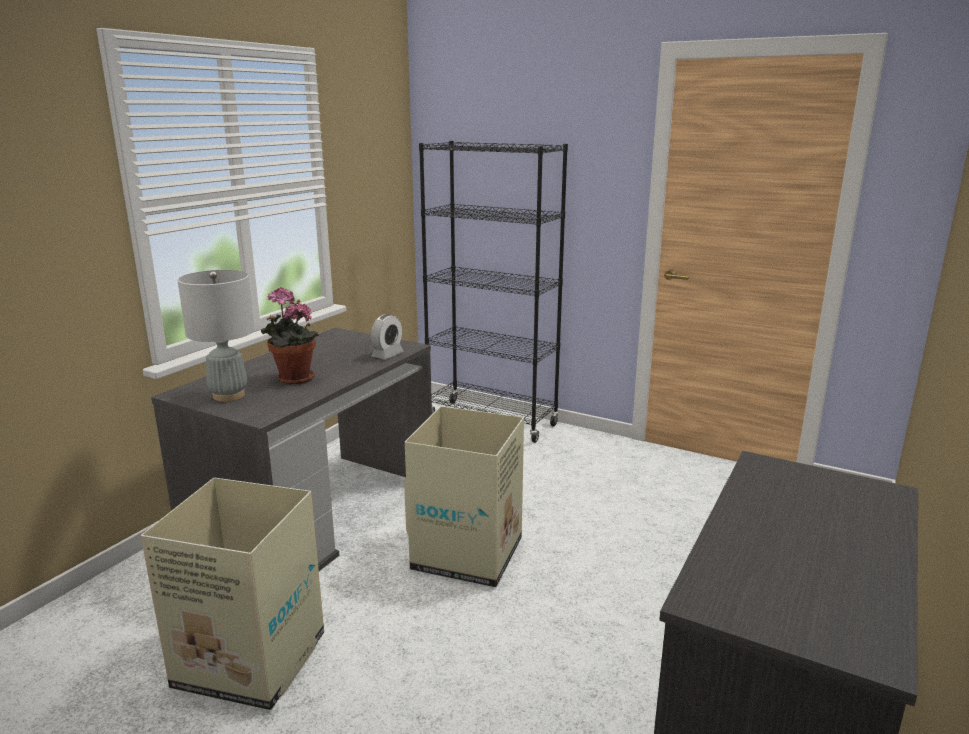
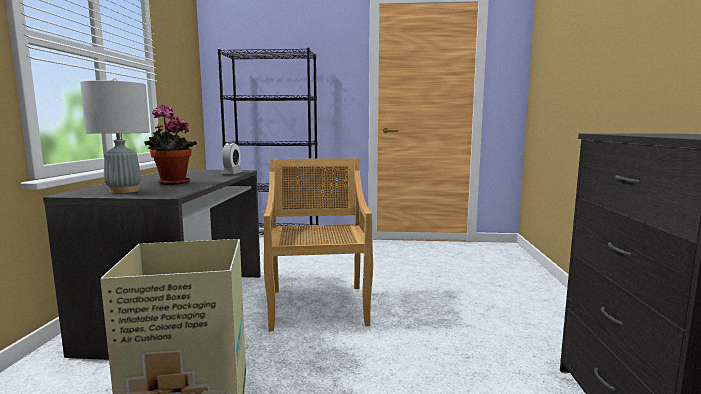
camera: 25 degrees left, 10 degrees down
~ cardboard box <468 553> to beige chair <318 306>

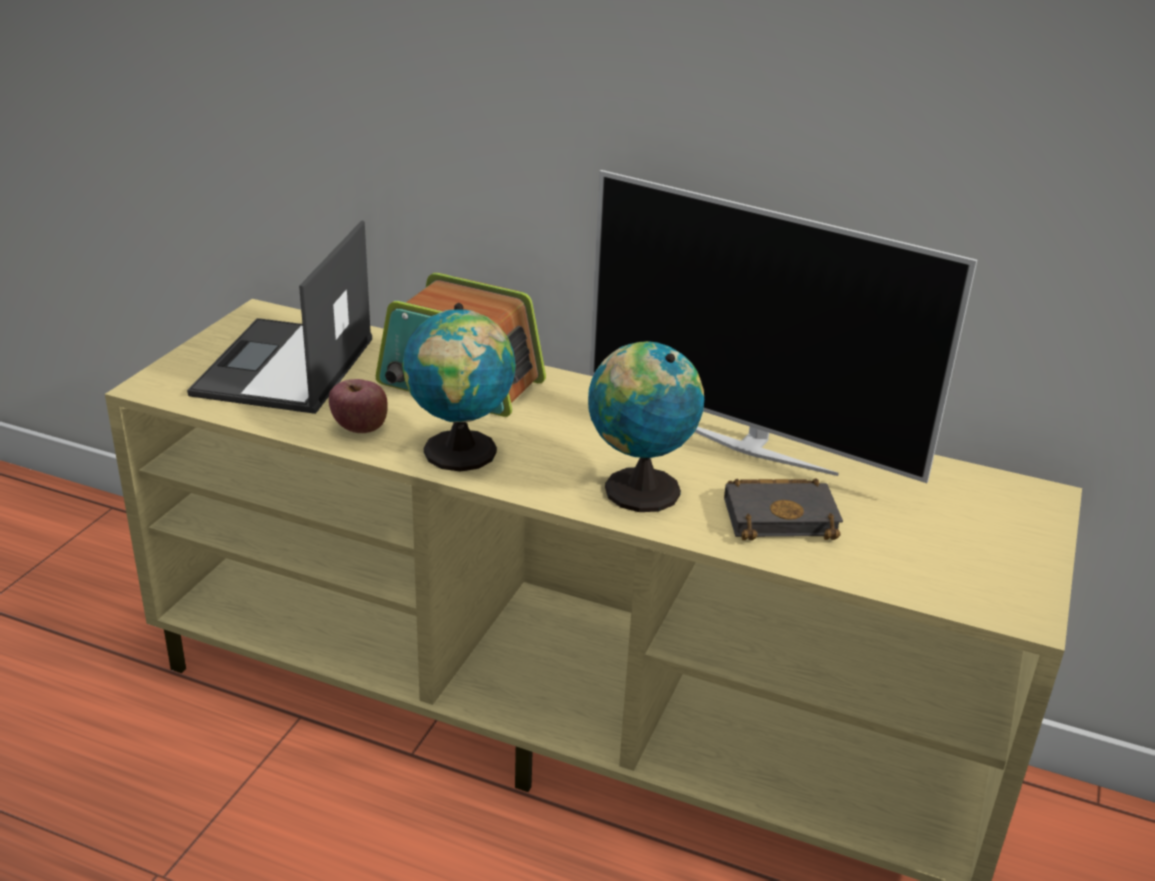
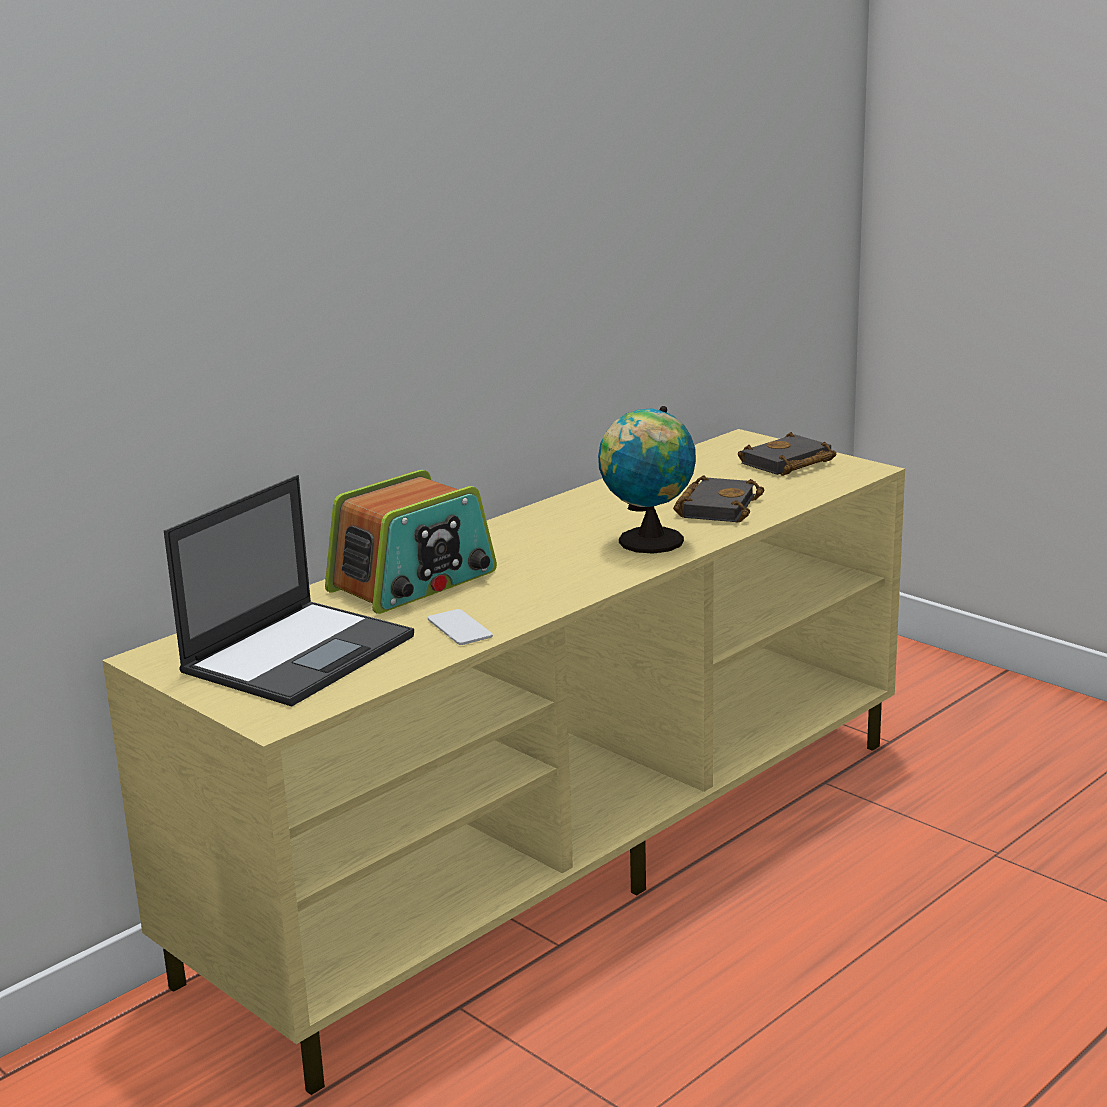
camera: 65 degrees left, 10 degrees down
- television <751 445>
~ laptop <284 368> = <300 653> 90 degrees counterclockwise
- globe <461 454>
~ apple <360 428> to phone <459 628>
+ black book <787 463>

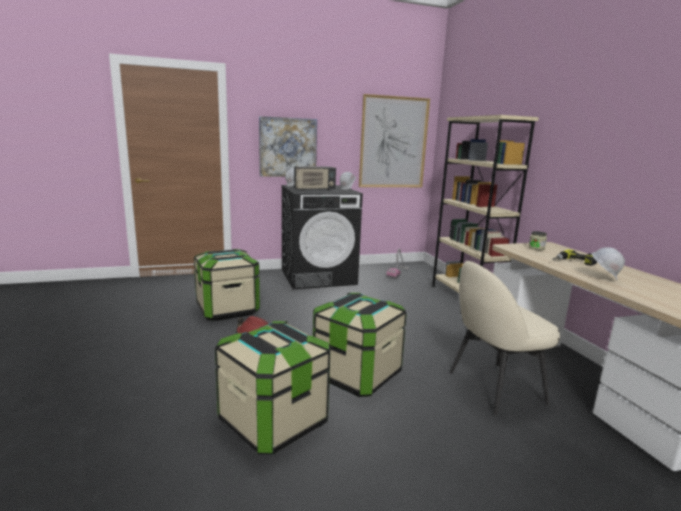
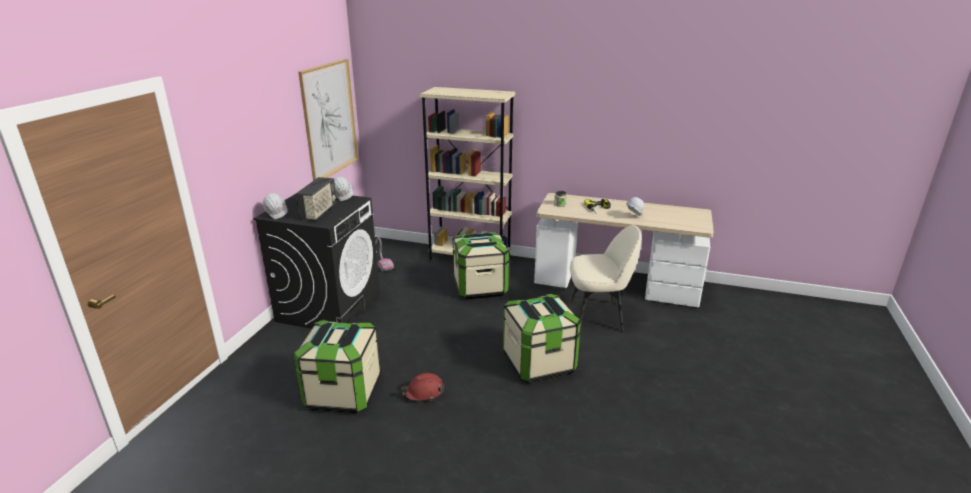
camera: 55 degrees left, 10 degrees up
- picture <288 147>
~ beige chair <494 387> = <598 316> 105 degrees counterclockwise
~ storage box <274 421> to <480 287>

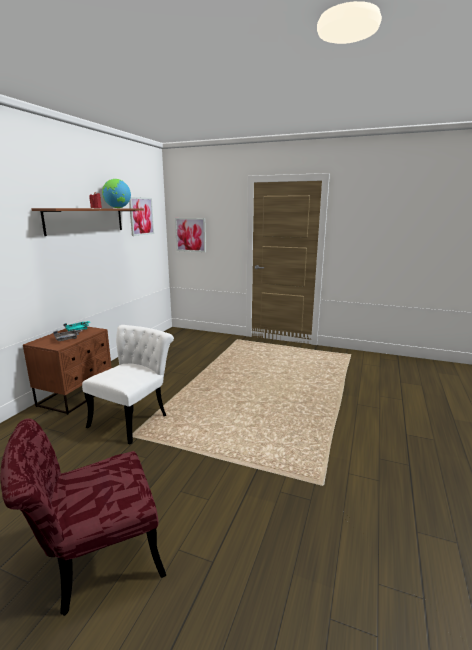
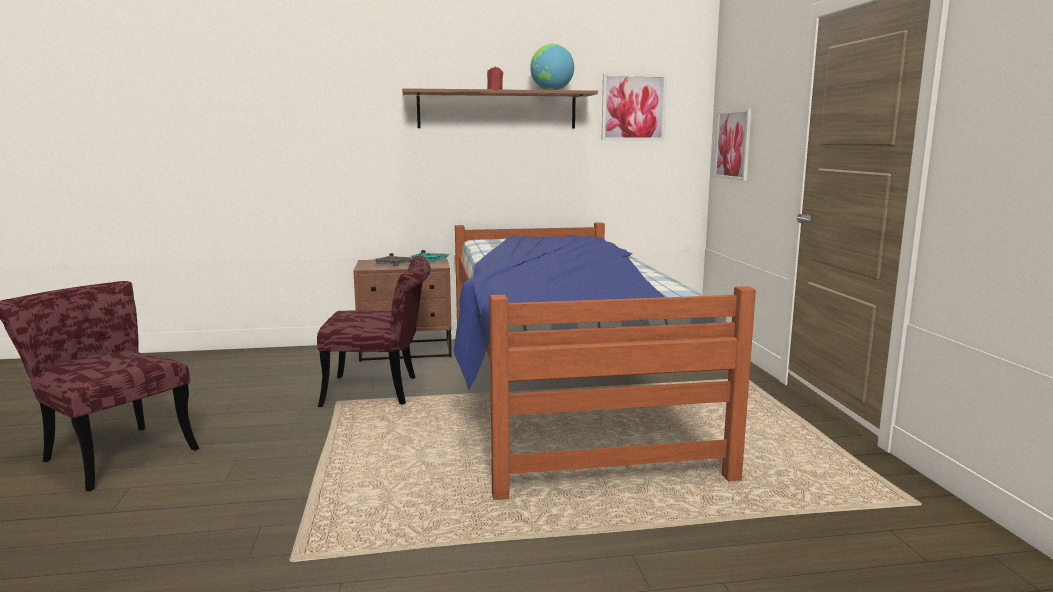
camera: 60 degrees right, 5 degrees down
~ white chair <134 417> to red chair <382 391>
+ bed <560 393>

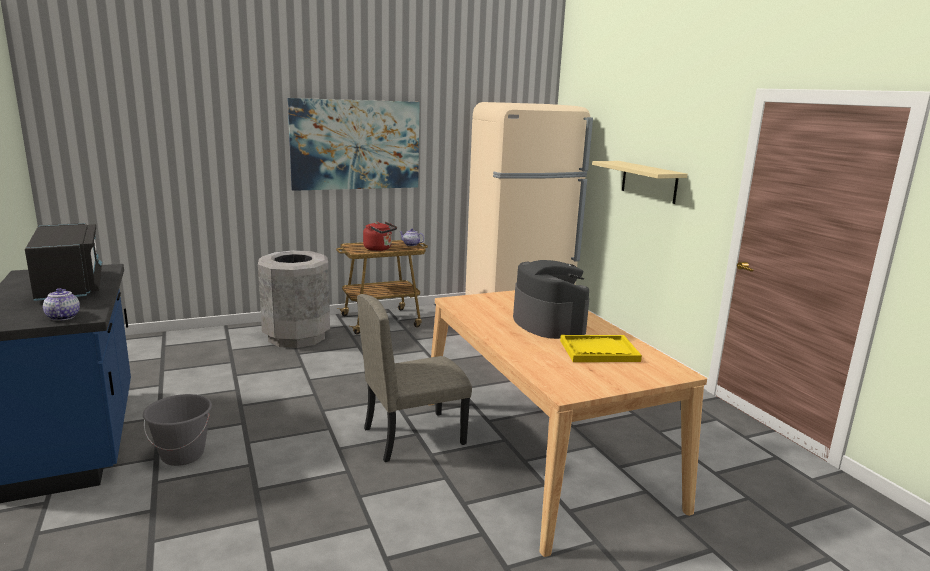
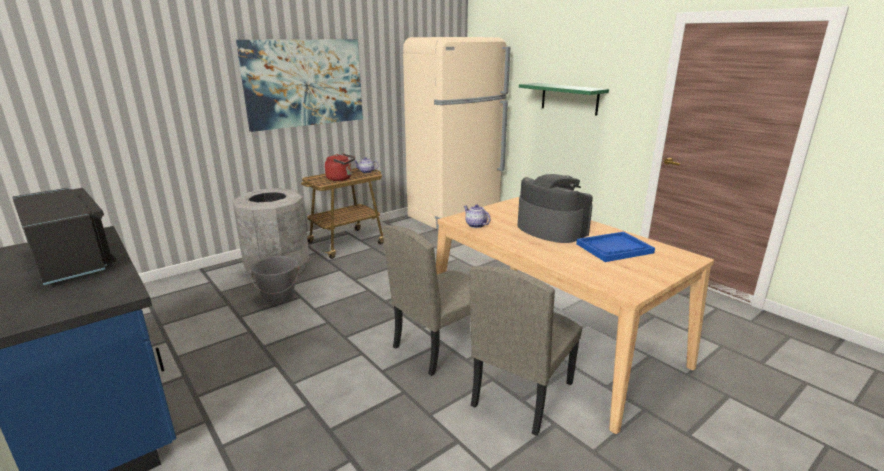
camera: 15 degrees left, 5 degrees up
~ beige shelf <649 181> to green shelf <569 98>
~ teapot <63 317> to <475 225>
~ yellow tray <599 351> to blue tray <614 248>
~ grey bucket <183 455> to <279 298>
+ beige chair <522 393>

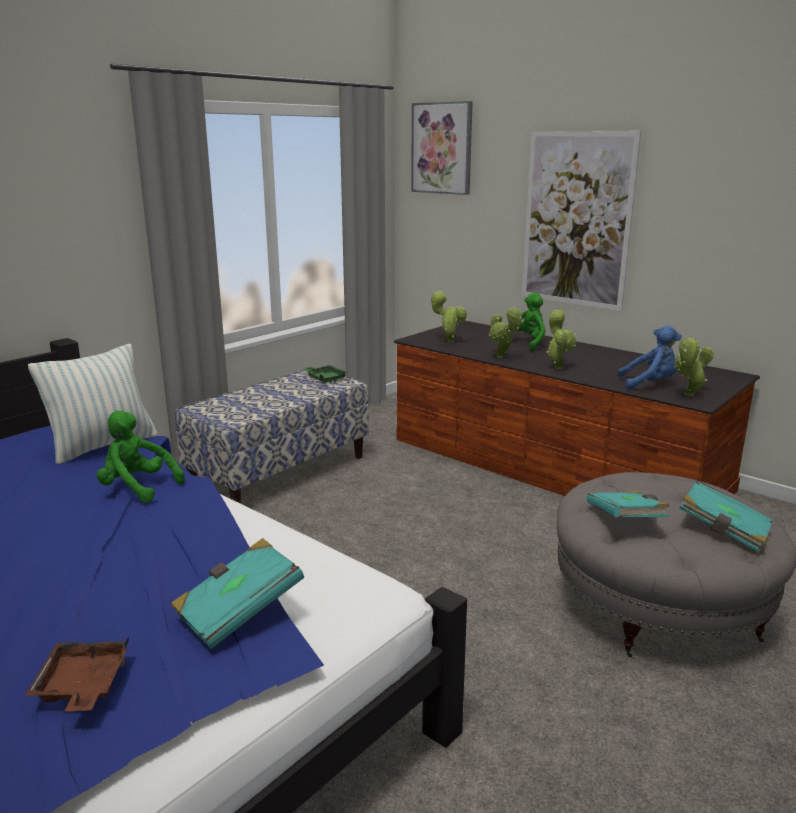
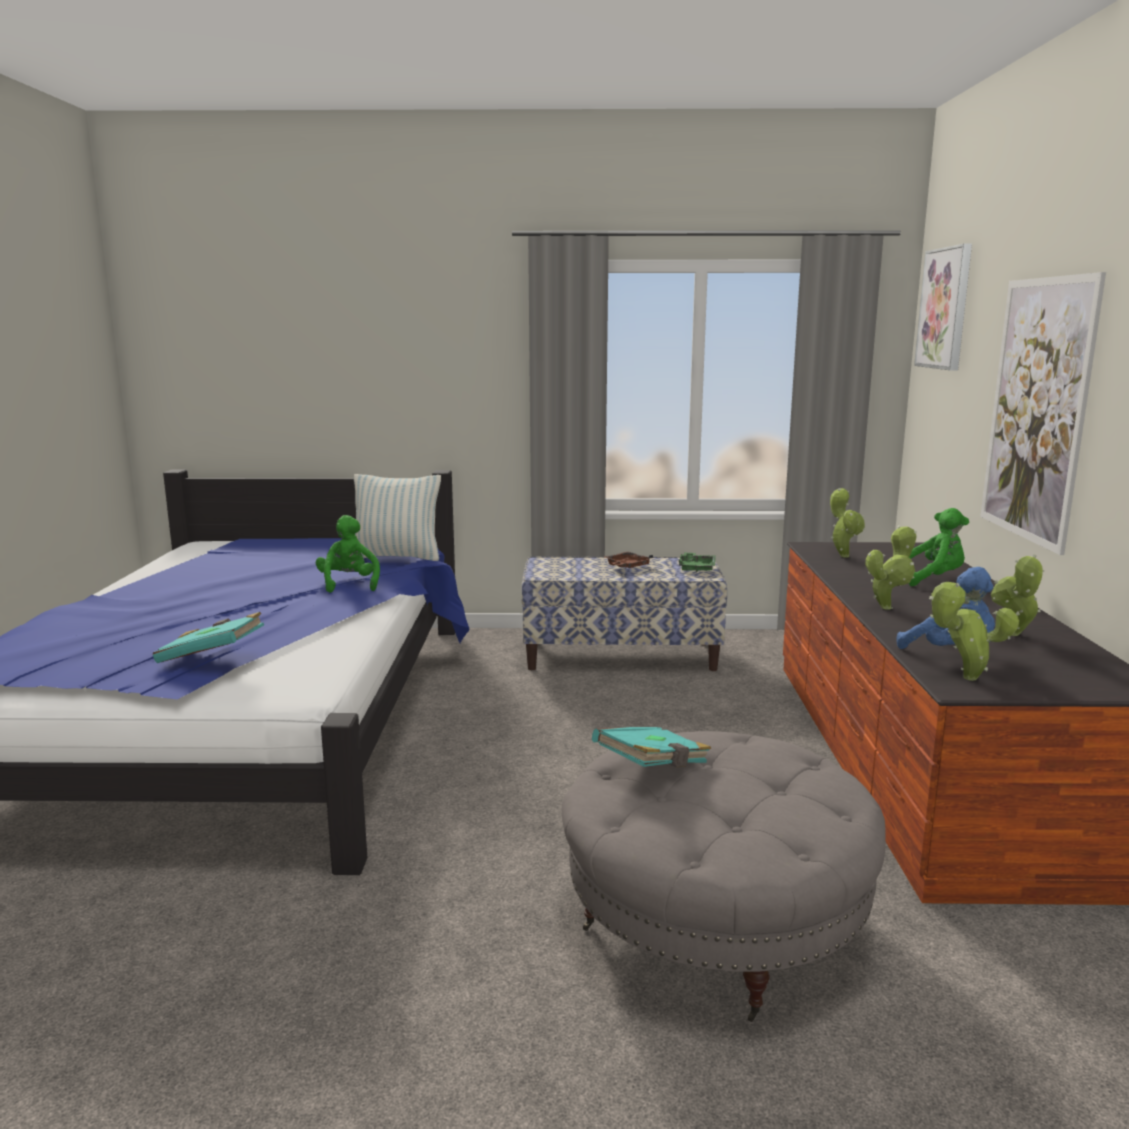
camera: 50 degrees right, 5 degrees down
~ potted plant <502 357> to <1014 635>
- turquoise book <723 531>
~ brown tray <82 686> to <626 566>

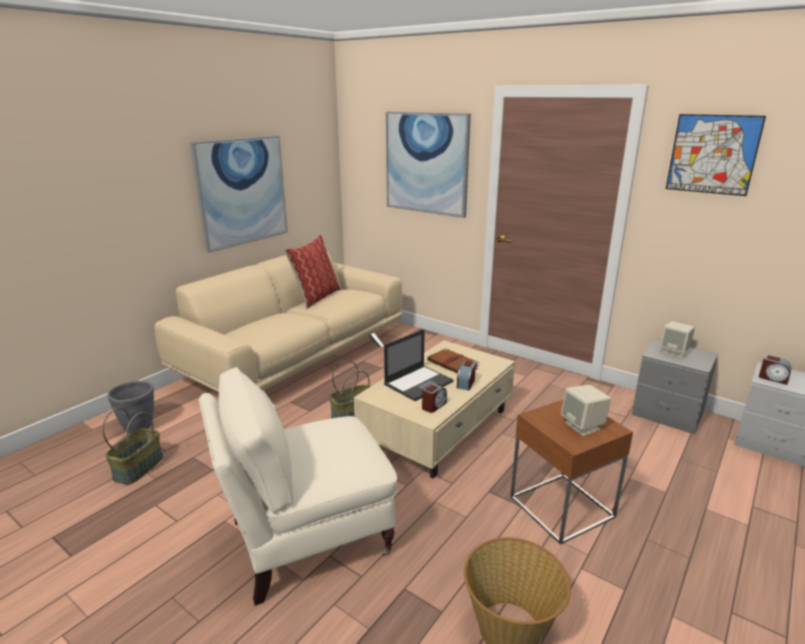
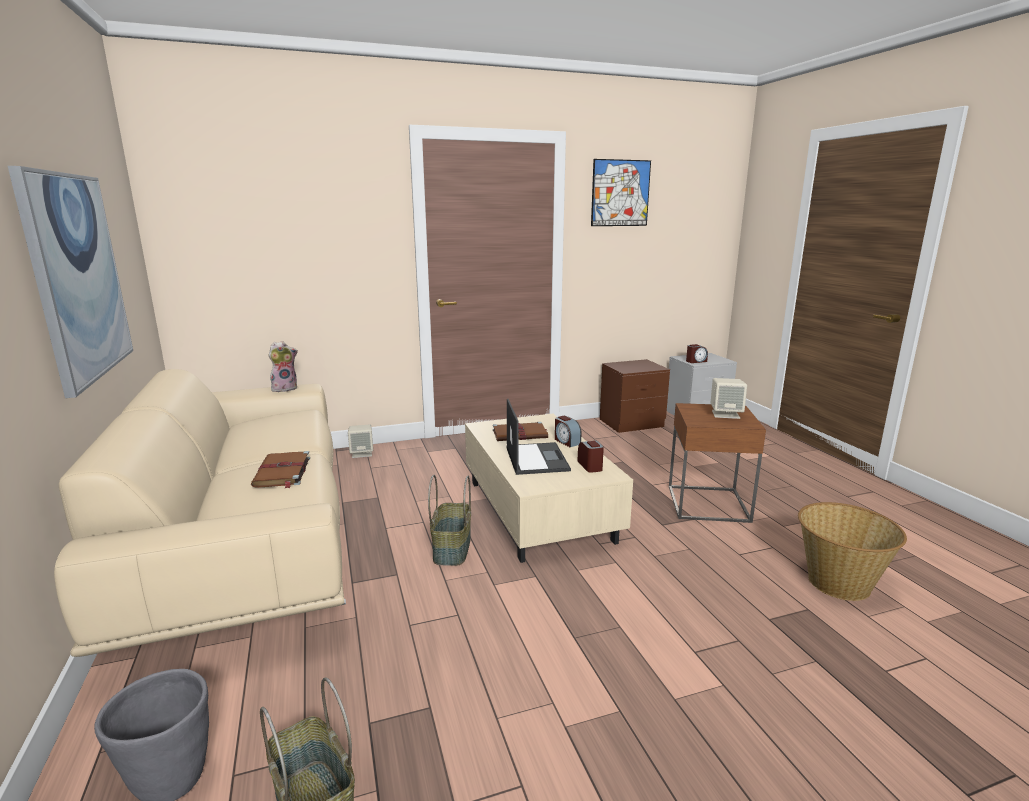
camera: 55 degrees left, 5 degrees down
- picture <426 163>
- pillow <316 297>
~ beige speaker <674 352> to <362 453>
~ grey nightstand <667 414> to brown nightstand <631 423>
- beige armchair <305 538>
+ plush toy <285 388>
+ brown book <282 472>

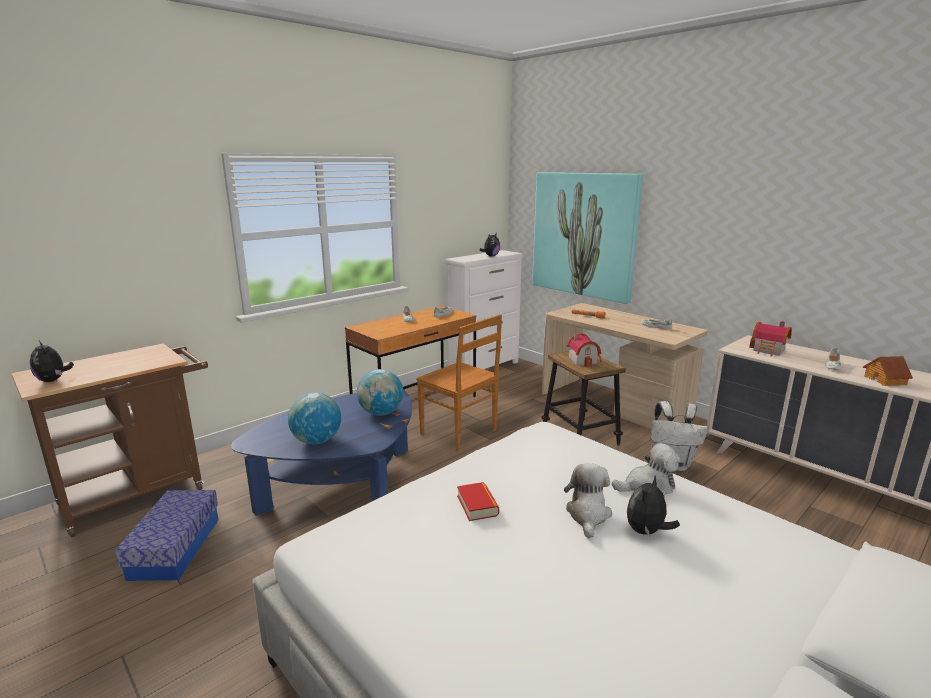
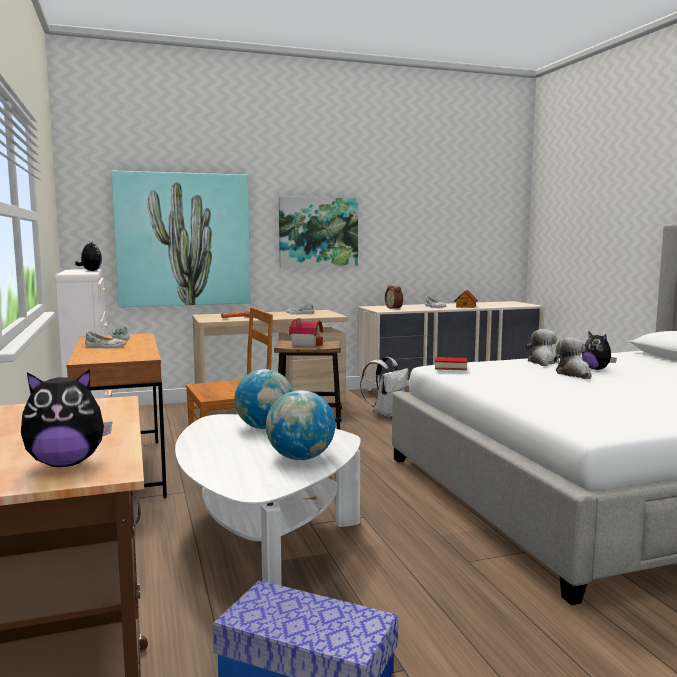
camera: 65 degrees left, 10 degrees down
~ toy house <769 351> to alarm clock <394 308>
~ blue coffee table <342 482> to white coffee table <262 535>
~ plush toy <588 515> = <574 374> 45 degrees clockwise
~ book <477 505> to <450 367>
+ picture <318 232>

